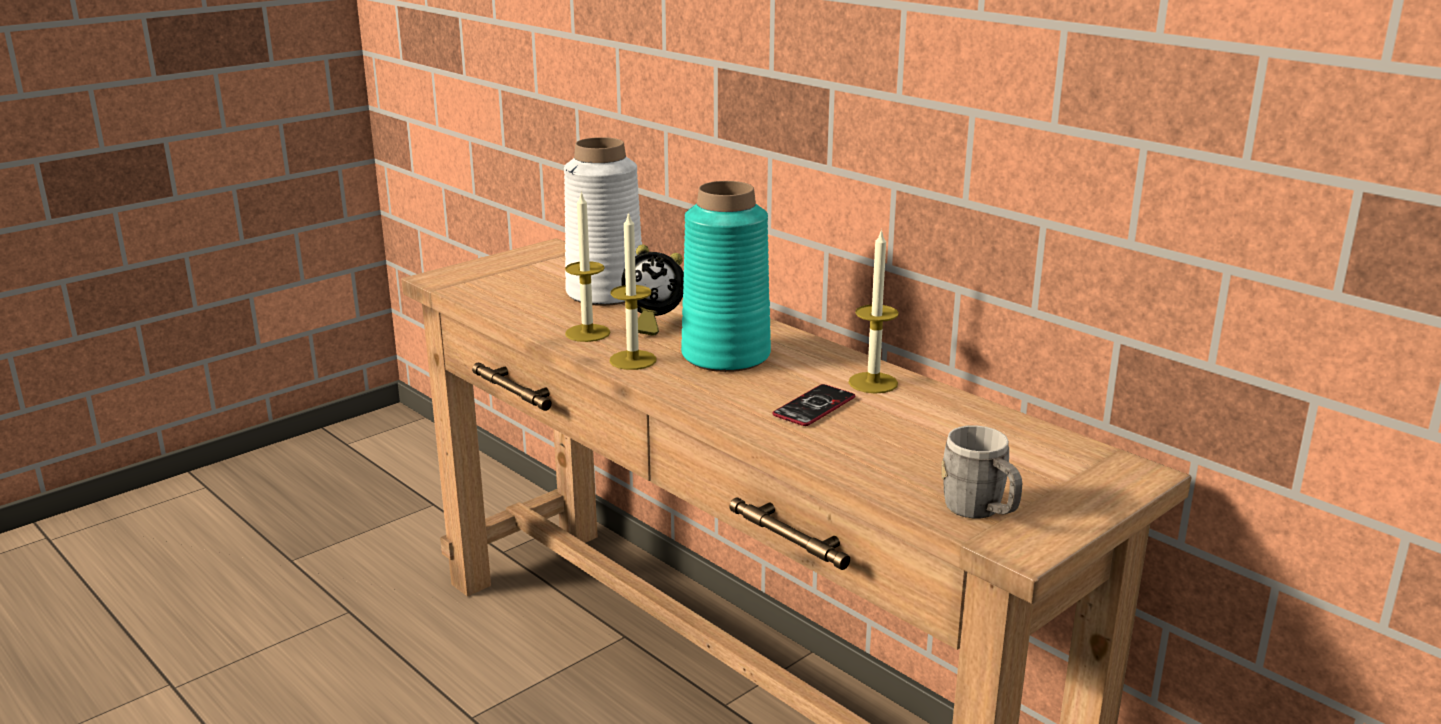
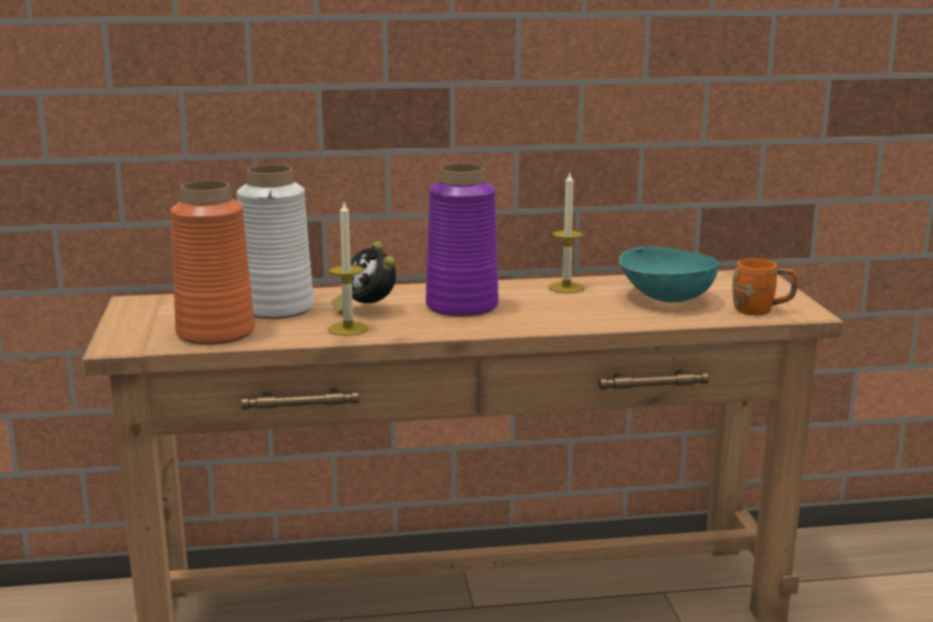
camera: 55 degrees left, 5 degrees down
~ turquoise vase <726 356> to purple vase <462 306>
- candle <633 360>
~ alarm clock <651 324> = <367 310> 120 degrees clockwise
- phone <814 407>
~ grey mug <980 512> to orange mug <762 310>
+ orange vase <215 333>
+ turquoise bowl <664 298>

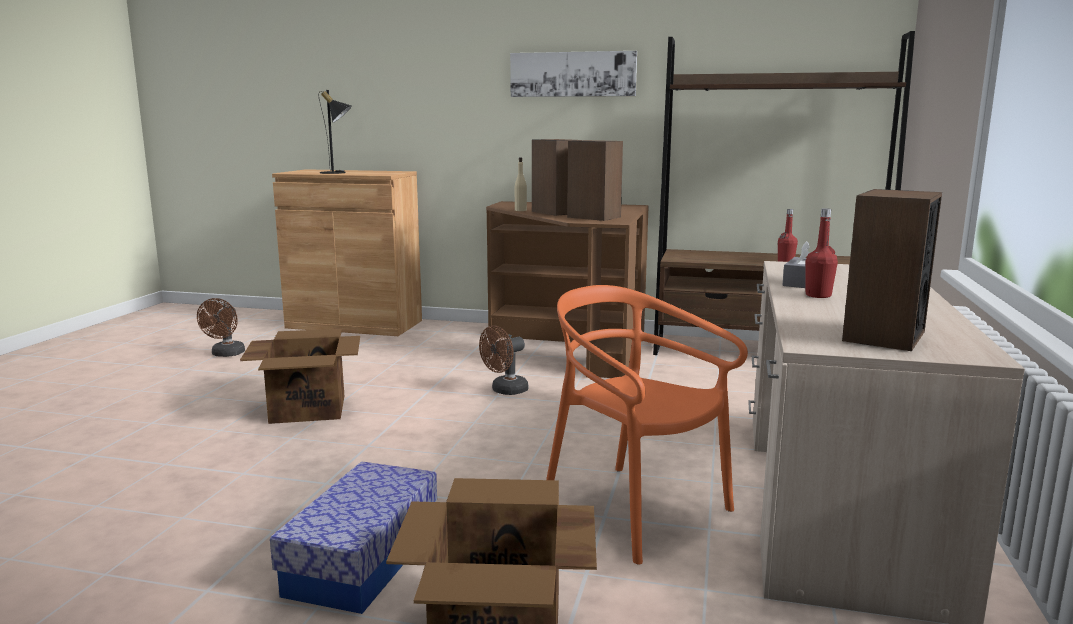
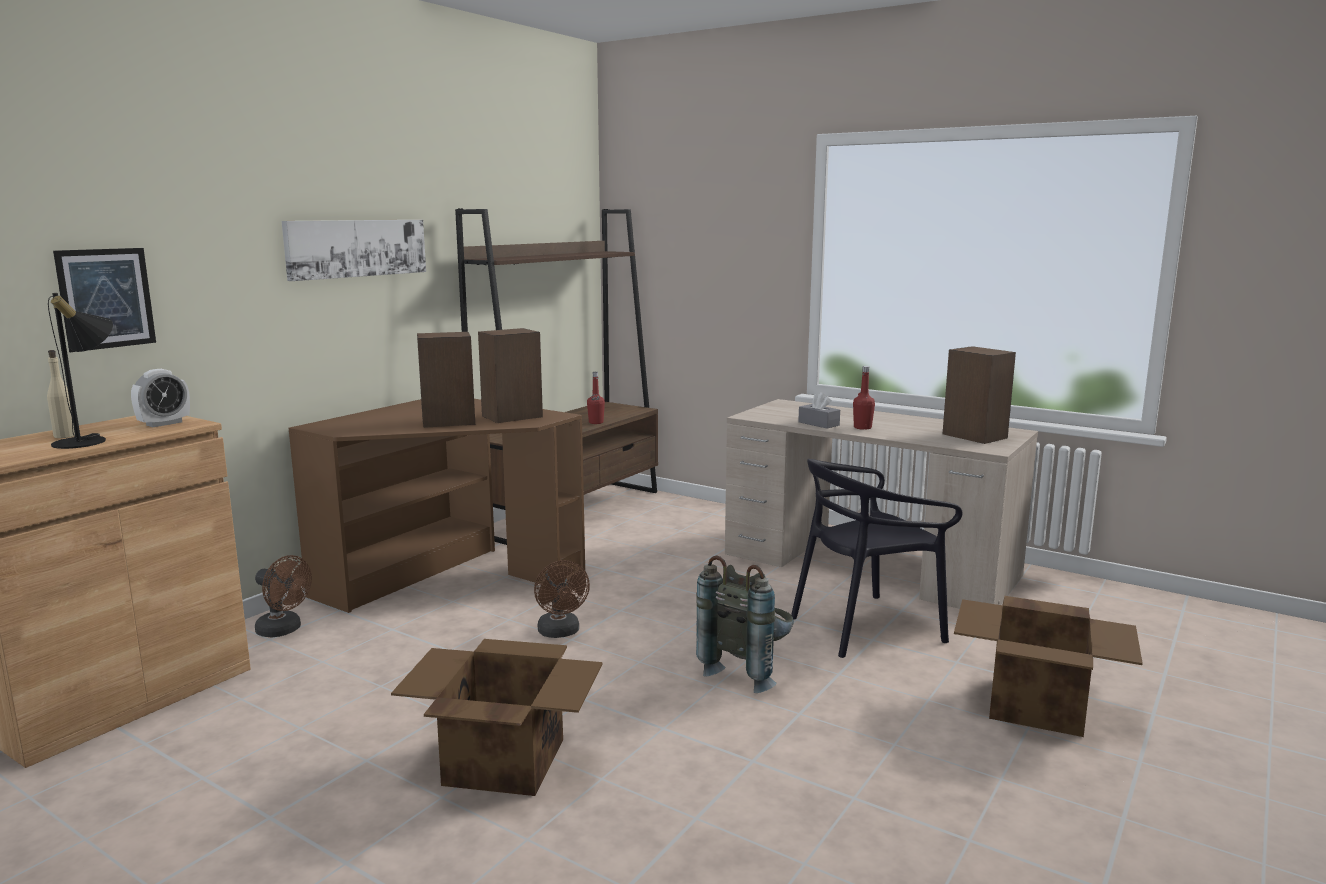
camera: 70 degrees left, 0 degrees up
~ beige bottle <520 210> to <65 436>
~ orange chair <635 510> to black chair <866 627>
~ brown fan <226 354> to <284 630>
- storage box <363 559>
+ picture <106 298>
+ alarm clock <164 423>
+ grey backpack <748 670>

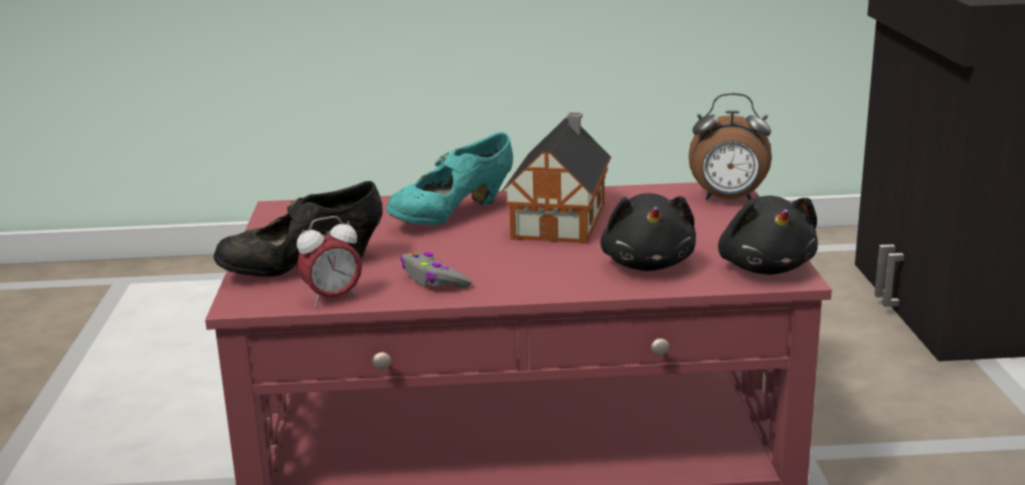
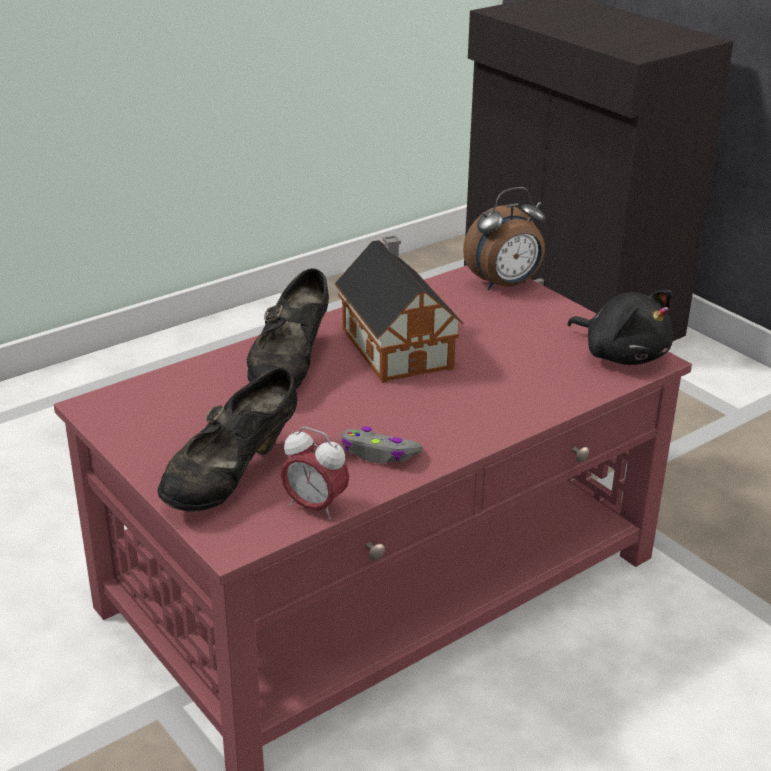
camera: 35 degrees left, 10 degrees up
~ turquoise shoe <452 216> to black shoe <290 368>
- black plush toy <648 264>
~ alarm clock <332 299> = <315 507> 90 degrees clockwise

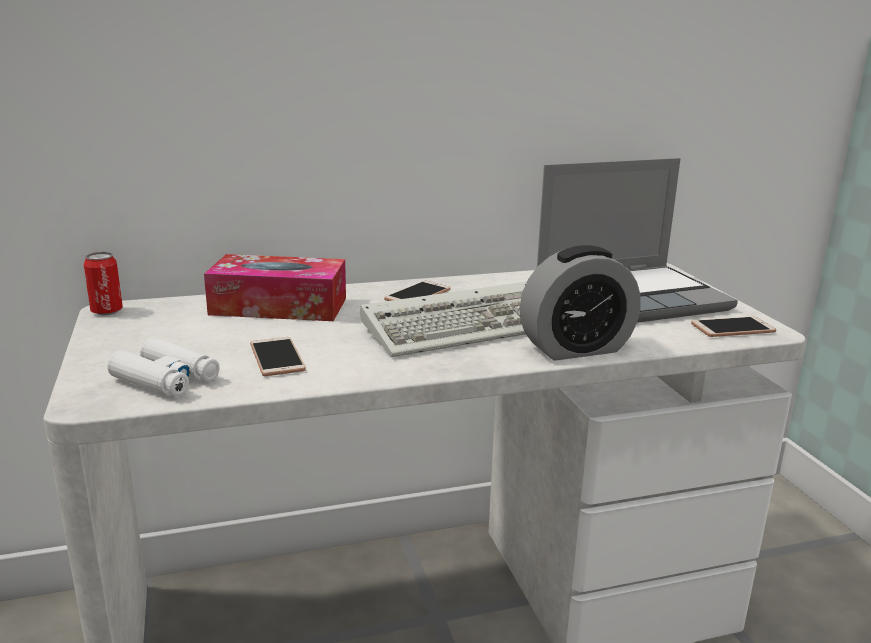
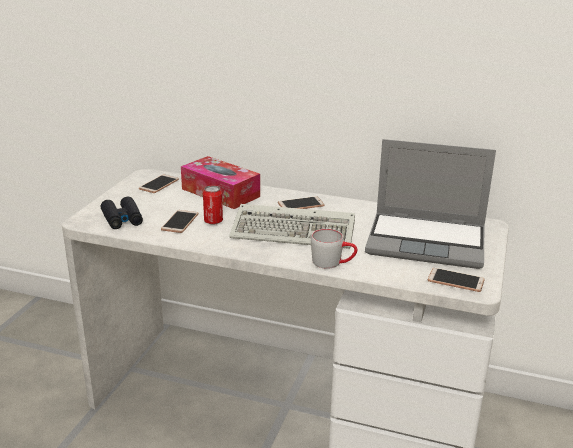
camera: 35 degrees right, 5 degrees up
~ alarm clock <576 348> to grey mug <333 262>
~ can <107 311> to <213 221>
~ white binoculars <166 379> to black binoculars <122 219>
+ phone <159 184>

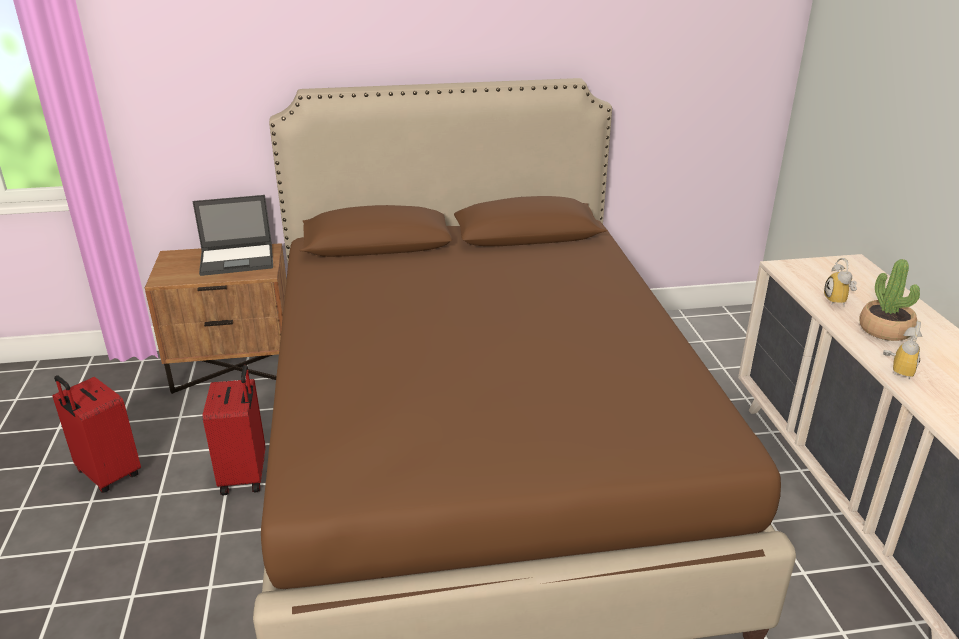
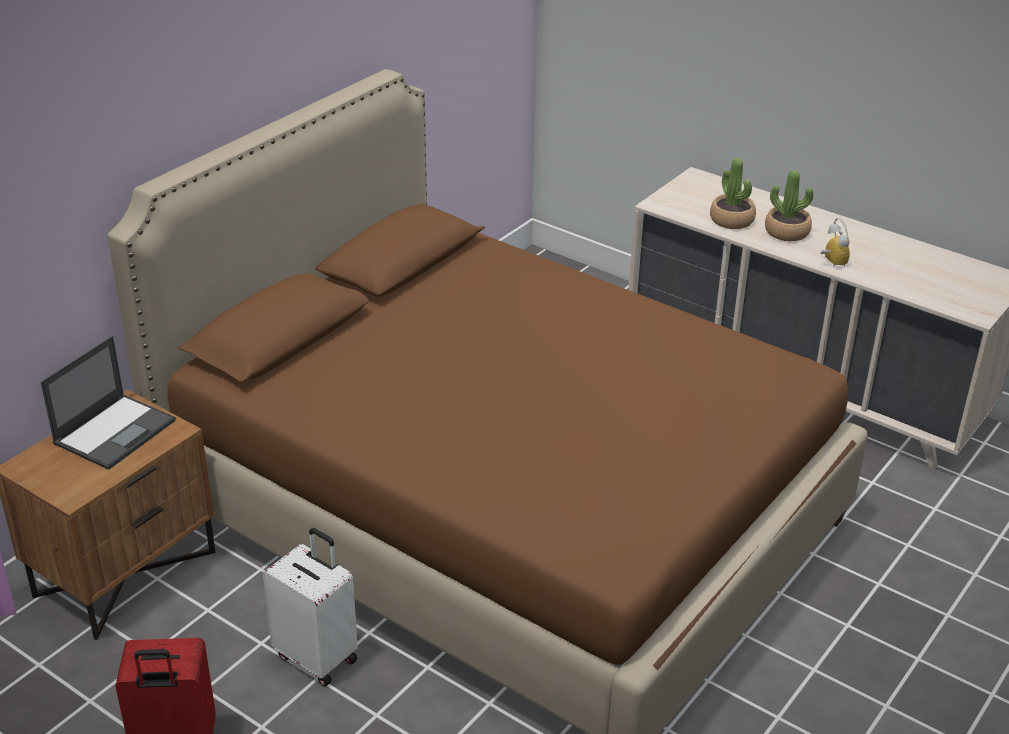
camera: 45 degrees left, 5 degrees up
~ alarm clock <839 301> to potted plant <732 220>
~ red suitcase <245 475> to white suitcase <318 657>

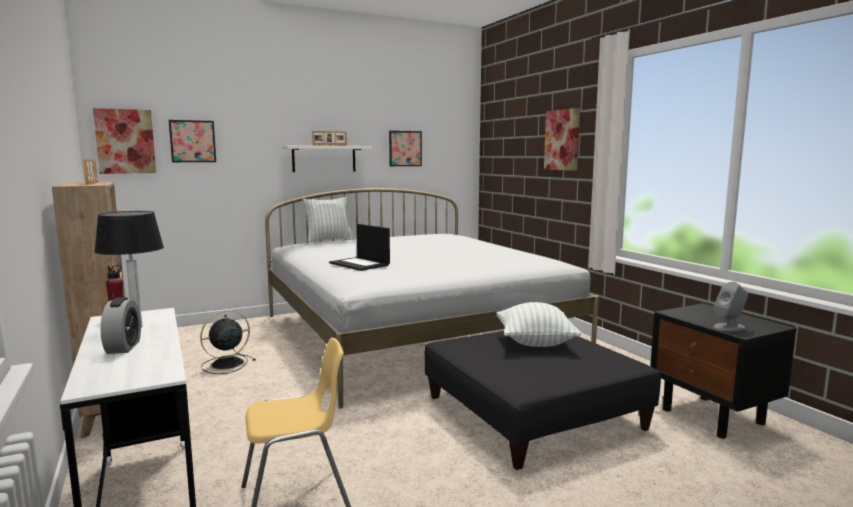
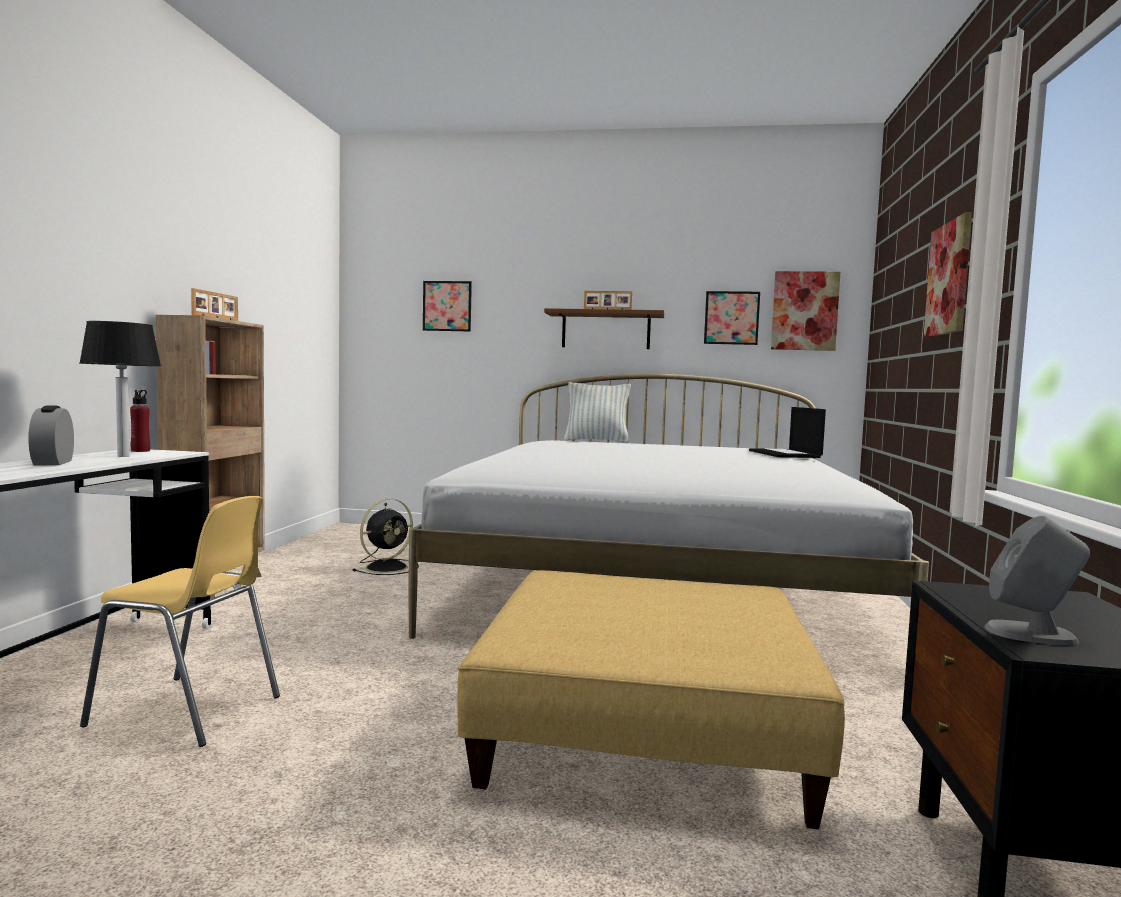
camera: 35 degrees right, 5 degrees down
~ picture <125 141> to <804 311>
~ white shelf <324 158> to brown shelf <606 330>
~ laptop <360 264> to <785 454>
~ alarm clock <123 347> = <53 463> 135 degrees clockwise
- pillow <535 342>
~ black fan <226 364> = <388 567> 135 degrees clockwise
~ black ottoman <533 412> to beige ottoman <646 725>

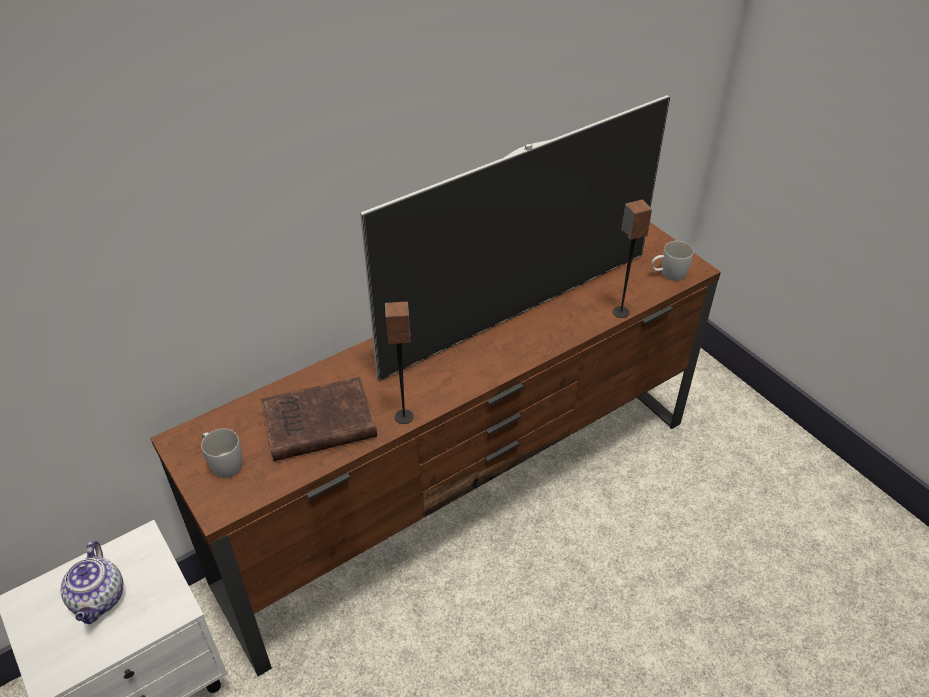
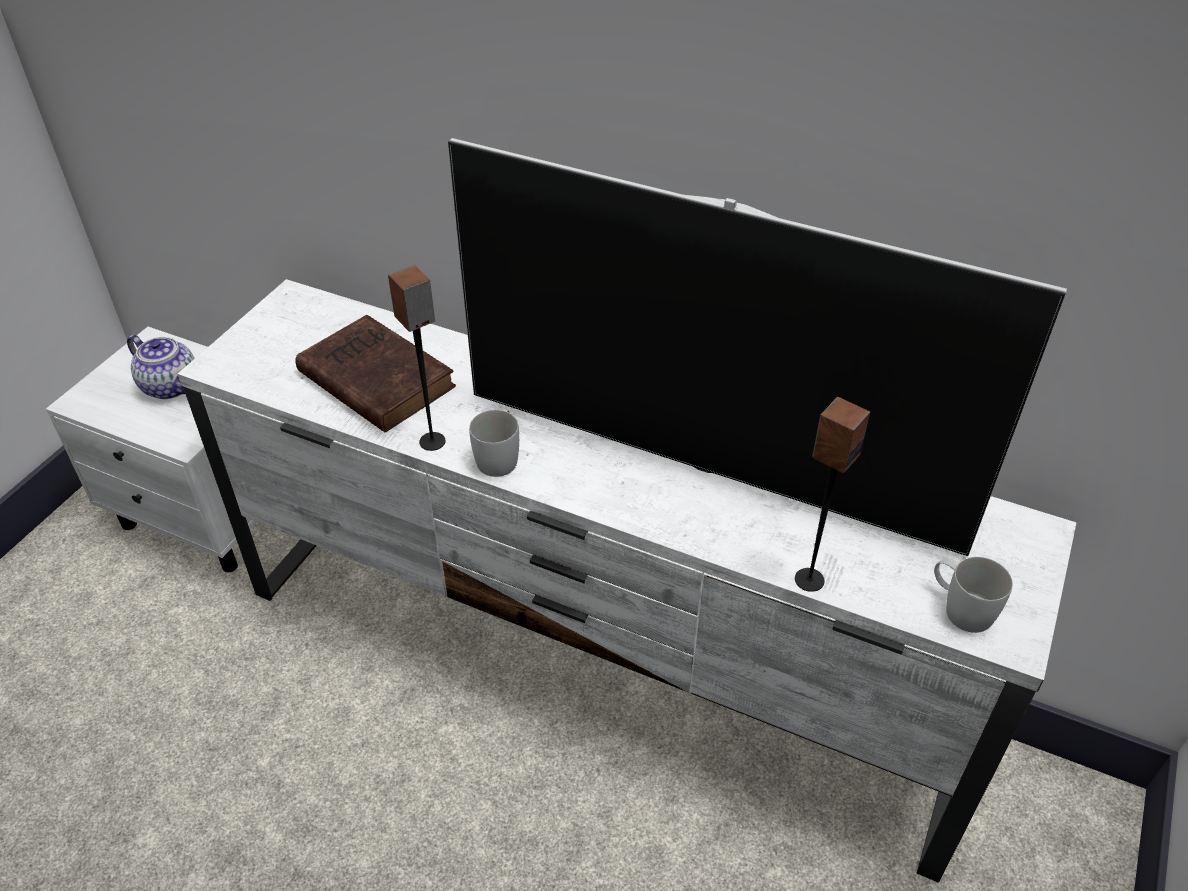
camera: 60 degrees right, 0 degrees up
~ brown tv stand <466 498> to white tv stand <597 665>
~ white mug <223 462> to <499 456>
~ teapot <99 599> = <172 386> 105 degrees counterclockwise

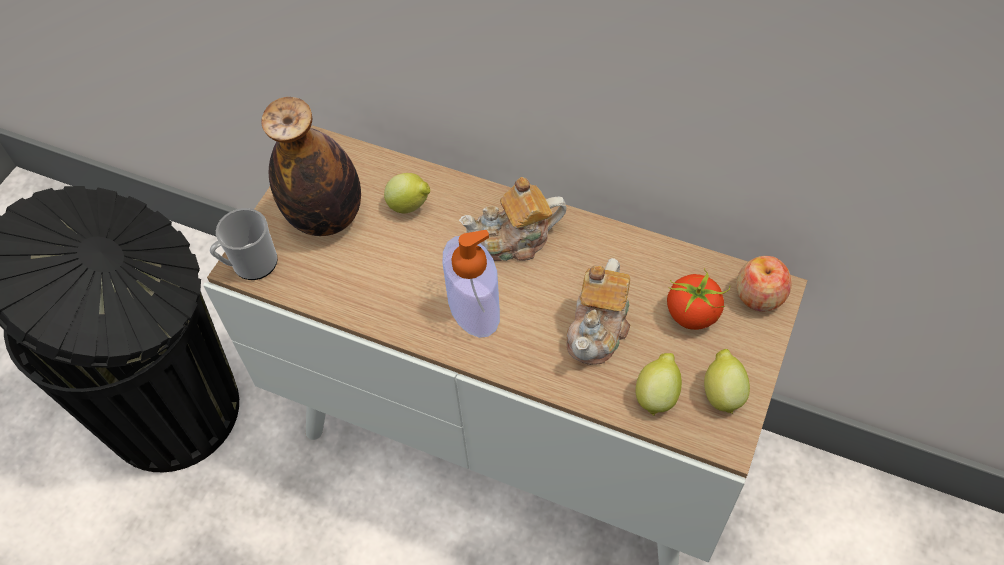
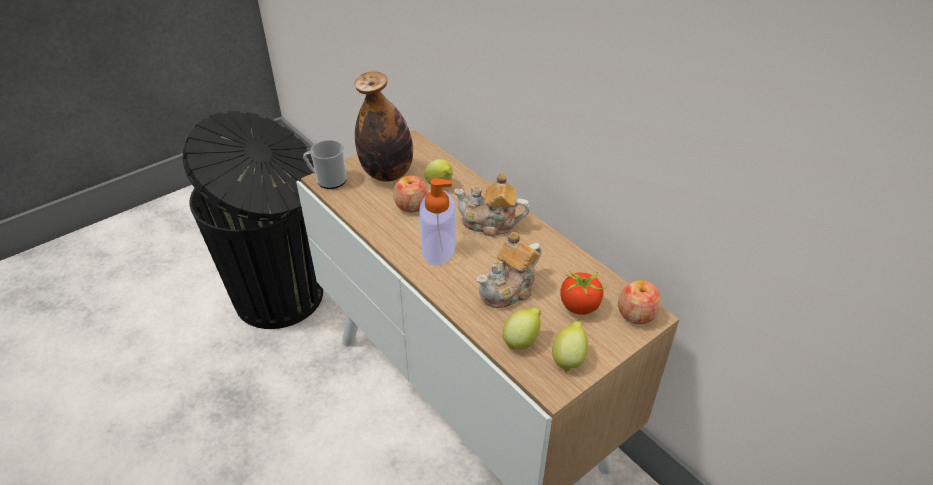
camera: 25 degrees right, 15 degrees down
+ apple <411 205>

